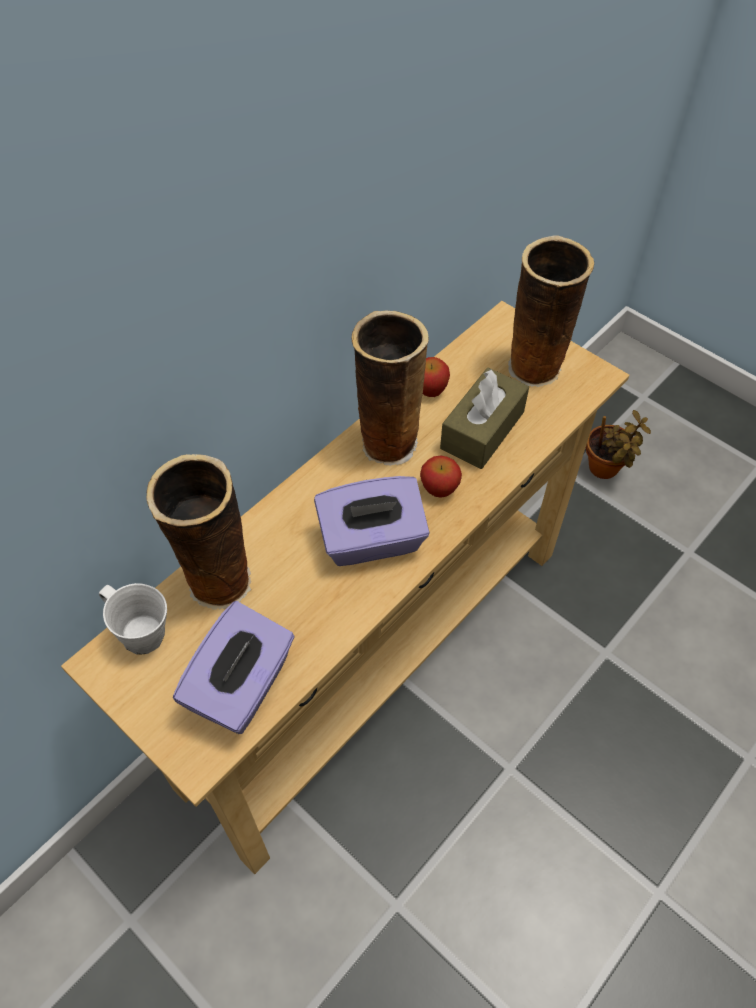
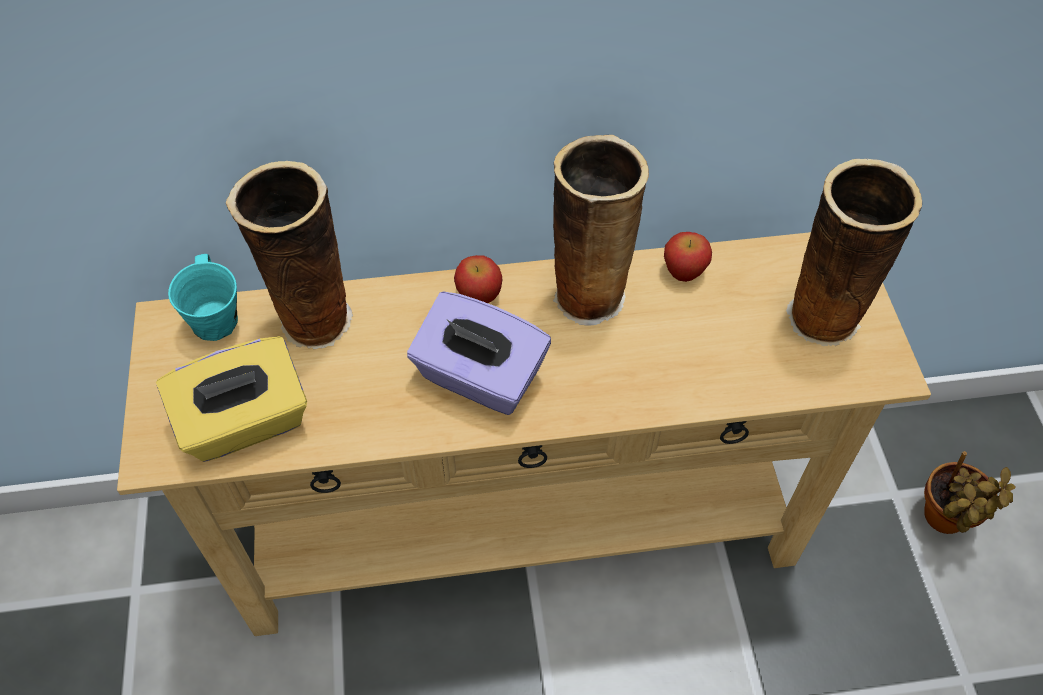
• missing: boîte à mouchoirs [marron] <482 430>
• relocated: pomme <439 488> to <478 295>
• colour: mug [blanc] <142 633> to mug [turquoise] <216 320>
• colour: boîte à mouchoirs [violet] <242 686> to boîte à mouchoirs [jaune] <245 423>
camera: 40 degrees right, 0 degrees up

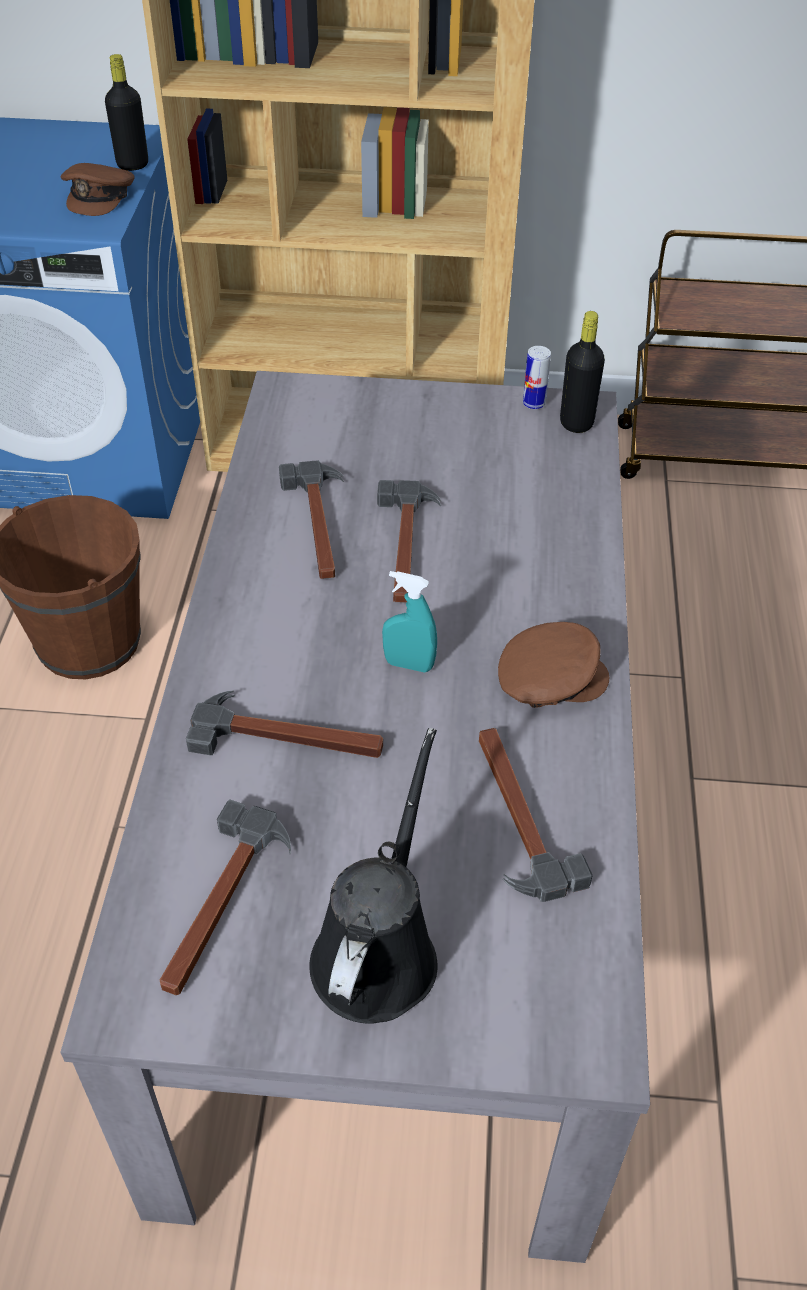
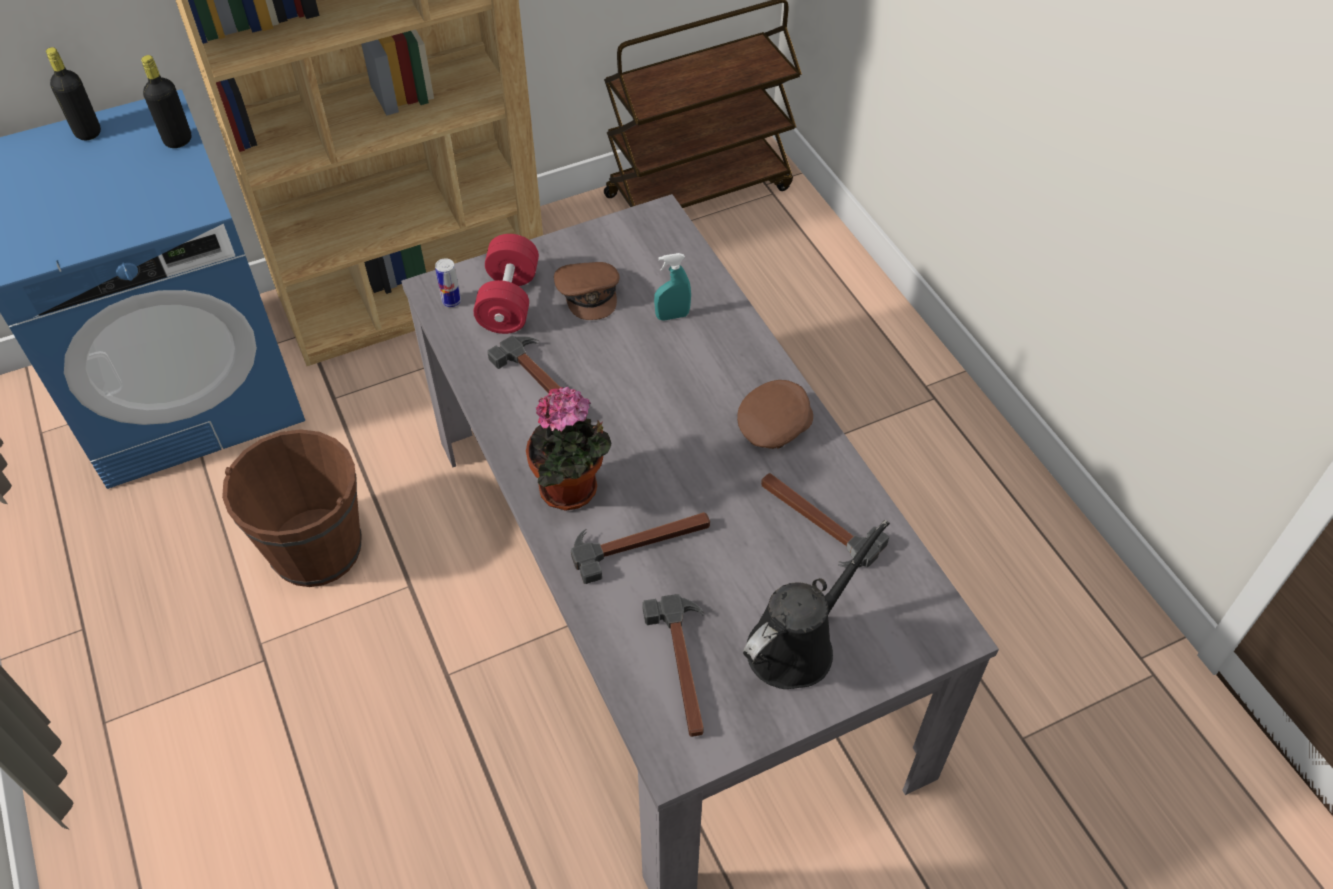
• missing: marteau <406 546>
• appeared: haltère [rouge] <509 301>
• appeared: plante en pot <573 491>
• relocated: casquette [marron] <100 196> to <589 293>
• relocated: vaporisateur [turquoise] <409 664> to <672 316>
• relocated: boîte métallique <534 403> to <451 301>
• relocated: bouteille [noir] <576 423> to <88 132>
• spun: arrosoir [noir] <378 950> = <797 645> 60 degrees clockwise
camera: 30 degrees left, 5 degrees up

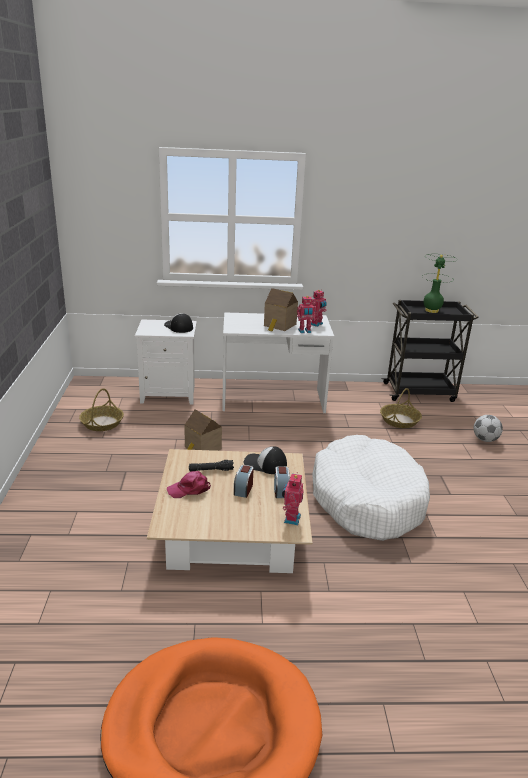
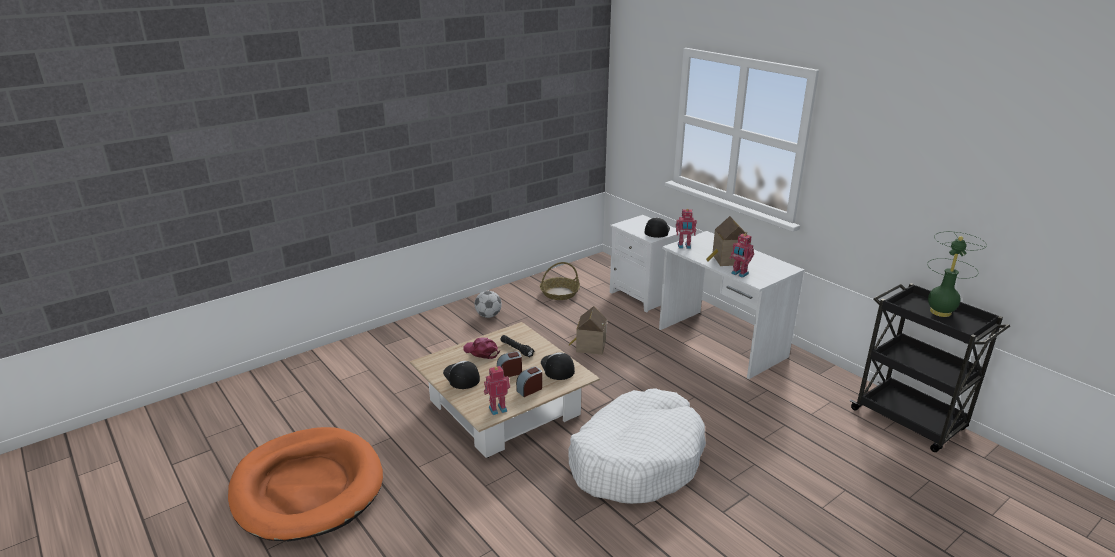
• missing: panier <399 420>
• appeared: casquette <461 377>
• relocated: robot jouet <316 324> to <684 246>
• relocated: ballon de foot <485 439> to <488 315>
camera: 55 degrees right, 0 degrees up

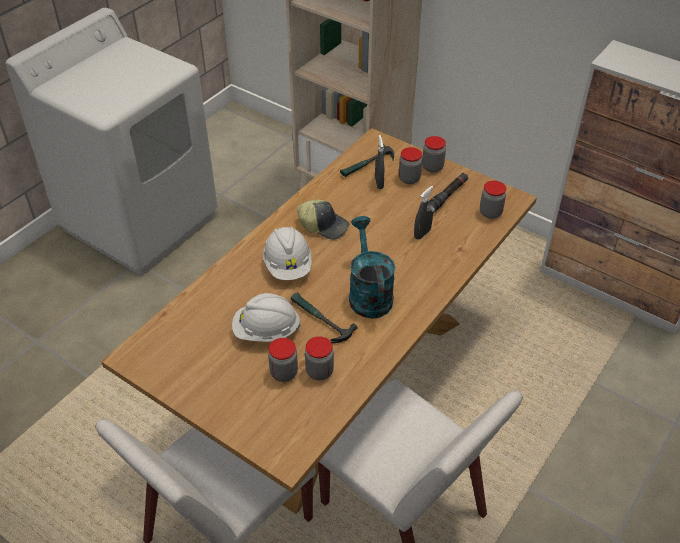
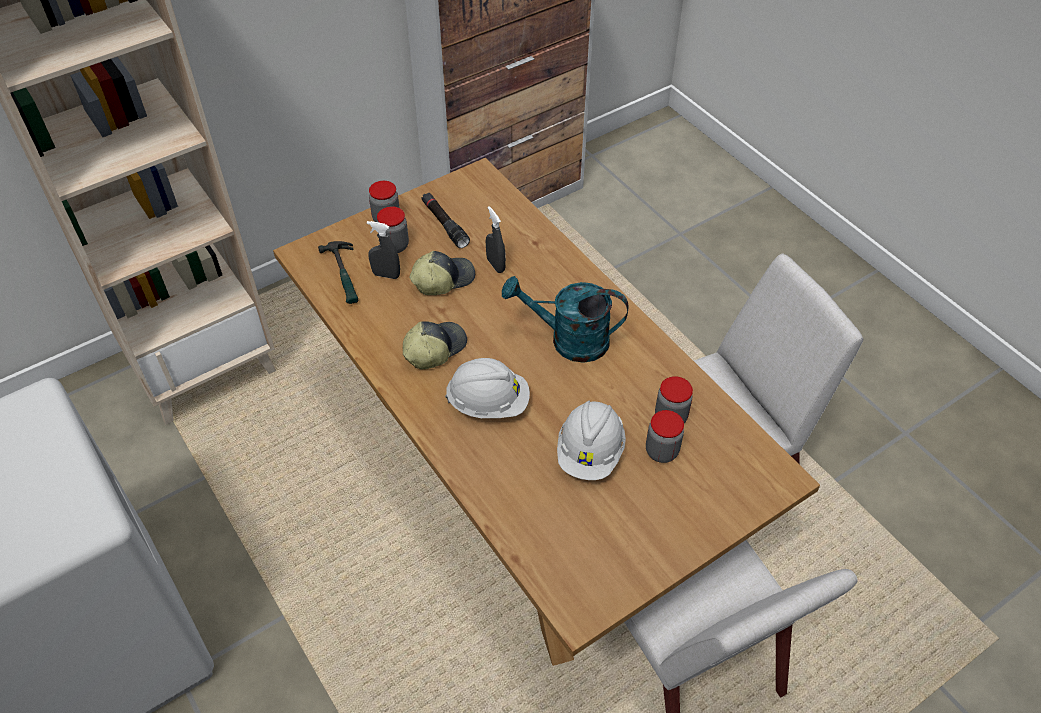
• missing: marteau <319 320>
• missing: bocal <490 213>
• appeared: casquette <442 279>
camera: 70 degrees left, 5 degrees up

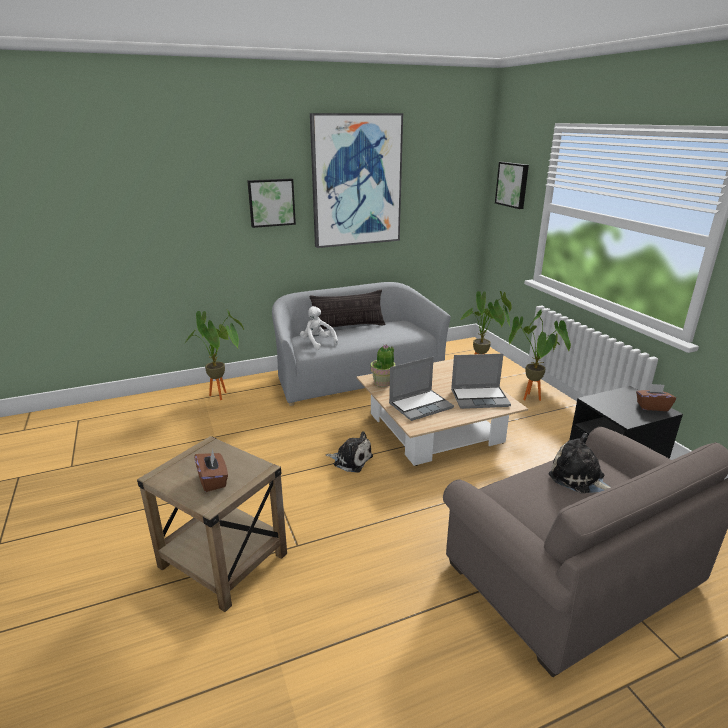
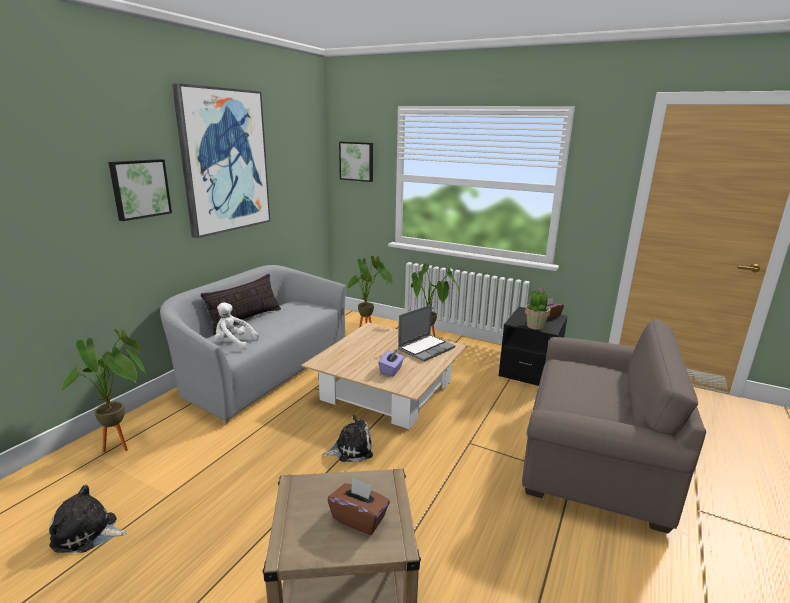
• relocated: plante en pot <383 382> to <535 326>
• relocated: peluche <579 478> to <88 533>
• exchanged: ordinateur portable <421 405> to boîte à mouchoirs [violet] <391 370>
camera: 40 degrees left, 5 degrees down

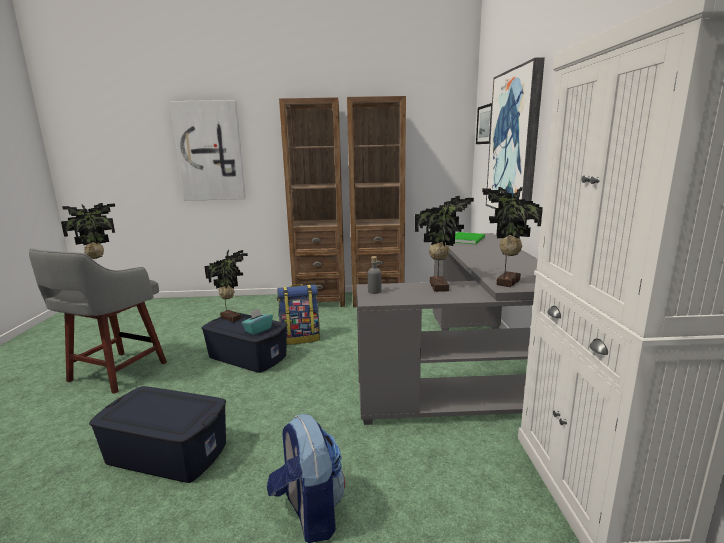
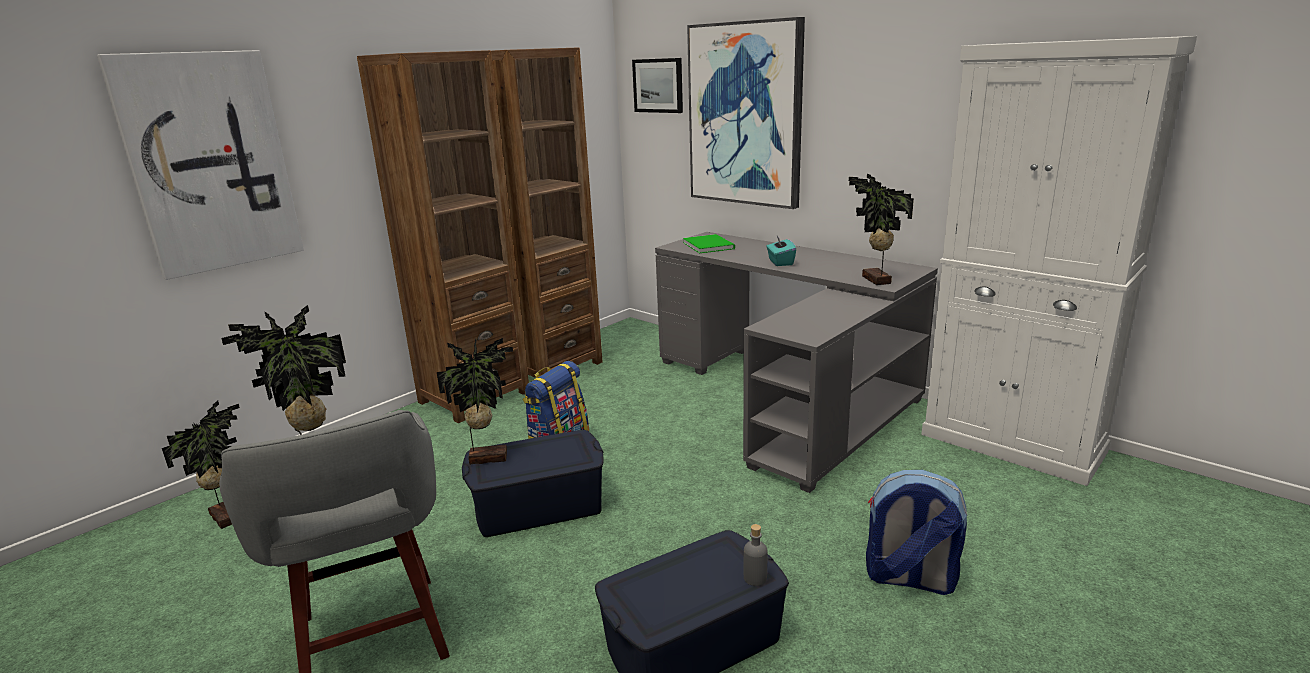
• relocated: boîte à mouchoirs [turquoise] <258 330> to <780 262>
• relocated: bouteille [gris] <374 291> to <755 578>
• relocated: plante en pot <440 287> to <227 516>
camera: 45 degrees left, 5 degrees up

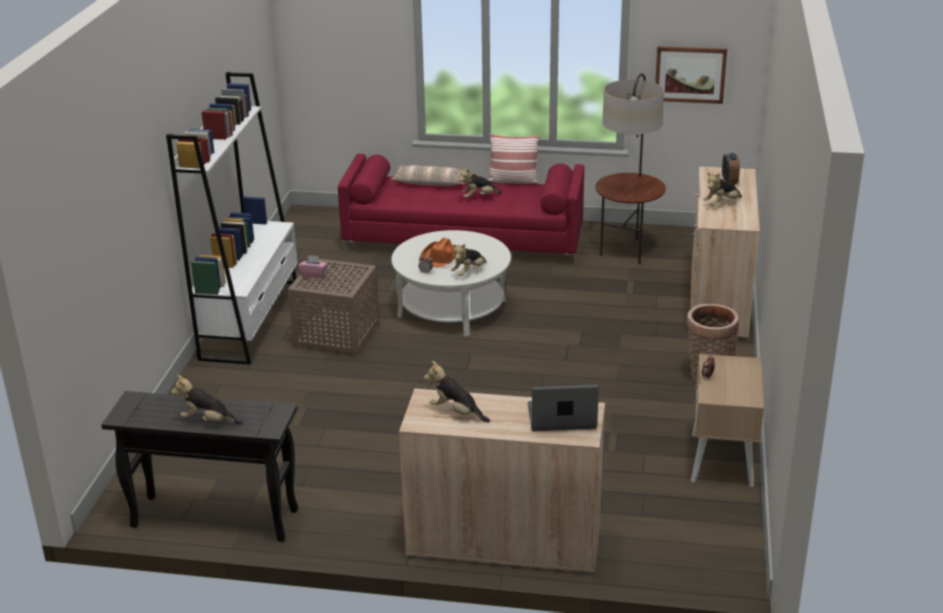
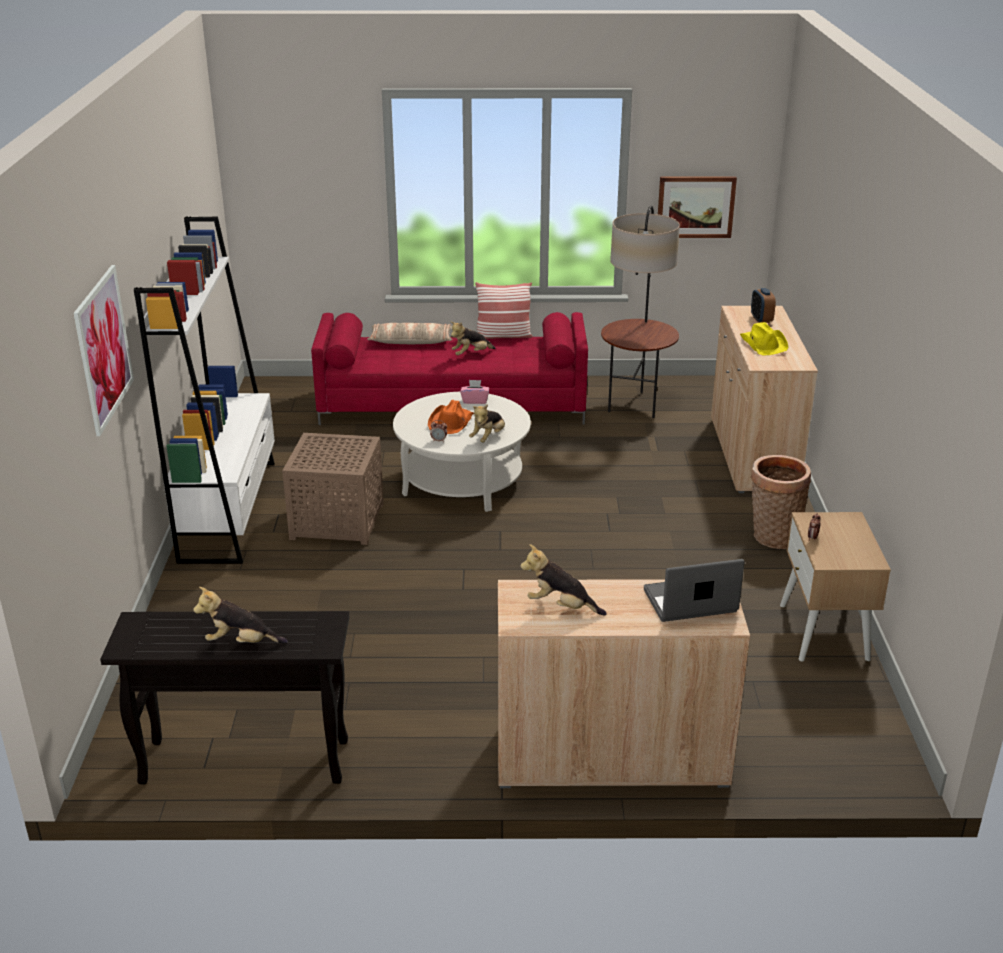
• appeared: tableau <103 348>
• relocated: boîte à mouchoirs [rose] <314 274> to <475 400>
• exchanged: peluche <721 204> to chapeau [jaune] <764 344>
camera: 10 degrees left, 0 degrees up

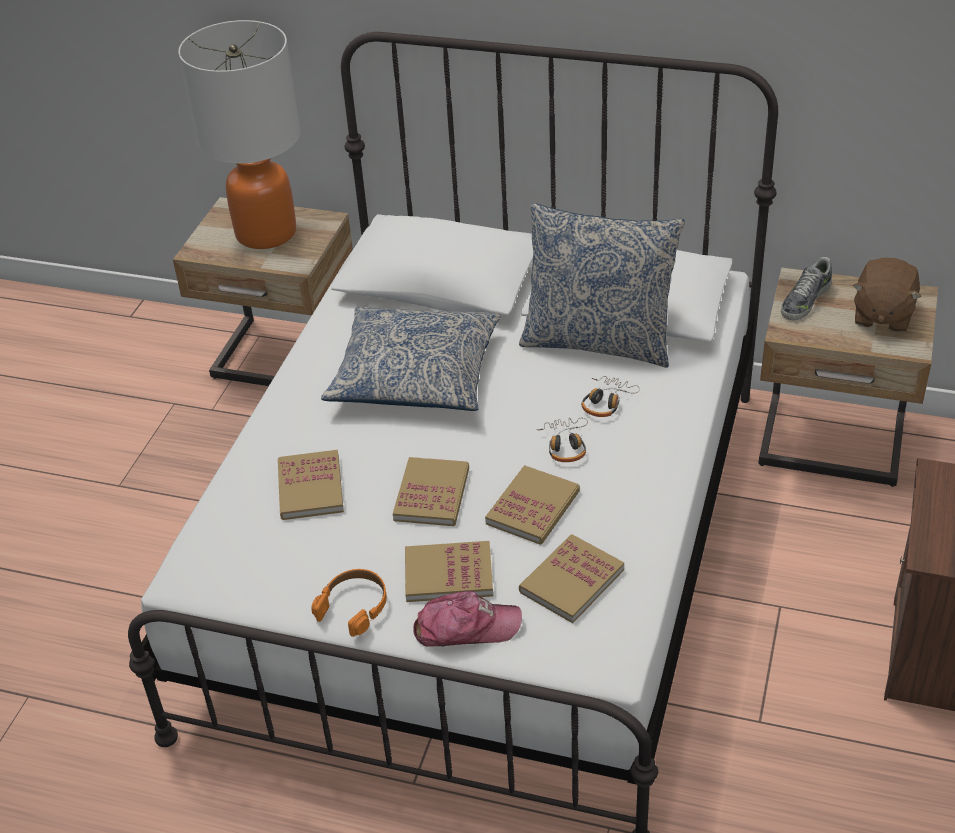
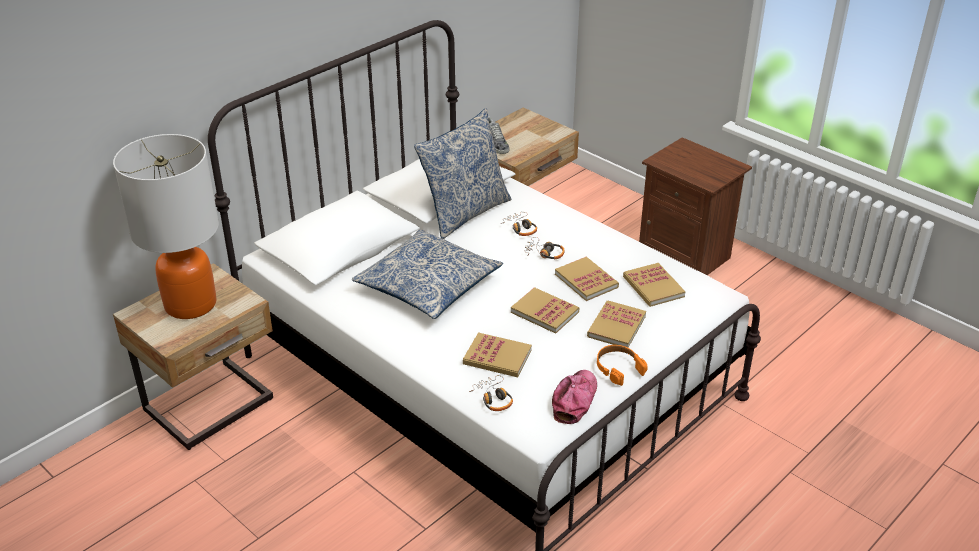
• missing: peluche [marron] <882 315>
• appeared: casque audio <493 398>
• relocated: casquette <466 627> to <574 400>
camera: 65 degrees left, 5 degrees down

